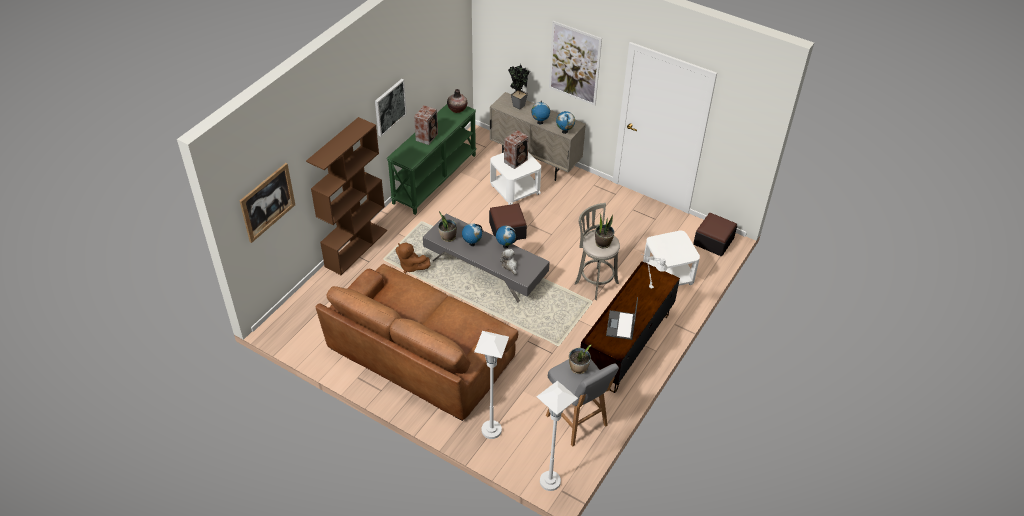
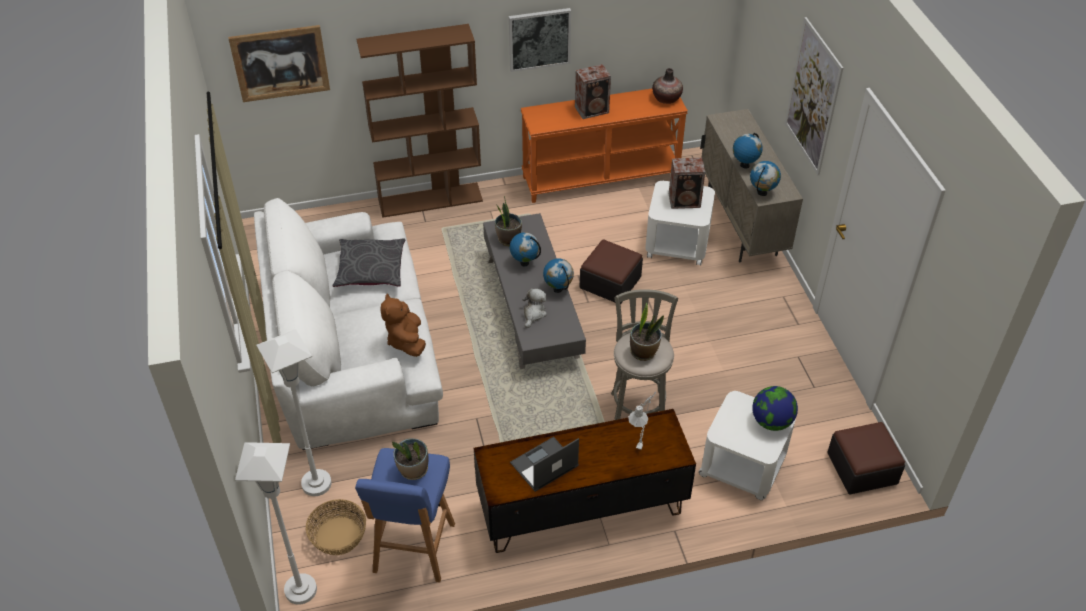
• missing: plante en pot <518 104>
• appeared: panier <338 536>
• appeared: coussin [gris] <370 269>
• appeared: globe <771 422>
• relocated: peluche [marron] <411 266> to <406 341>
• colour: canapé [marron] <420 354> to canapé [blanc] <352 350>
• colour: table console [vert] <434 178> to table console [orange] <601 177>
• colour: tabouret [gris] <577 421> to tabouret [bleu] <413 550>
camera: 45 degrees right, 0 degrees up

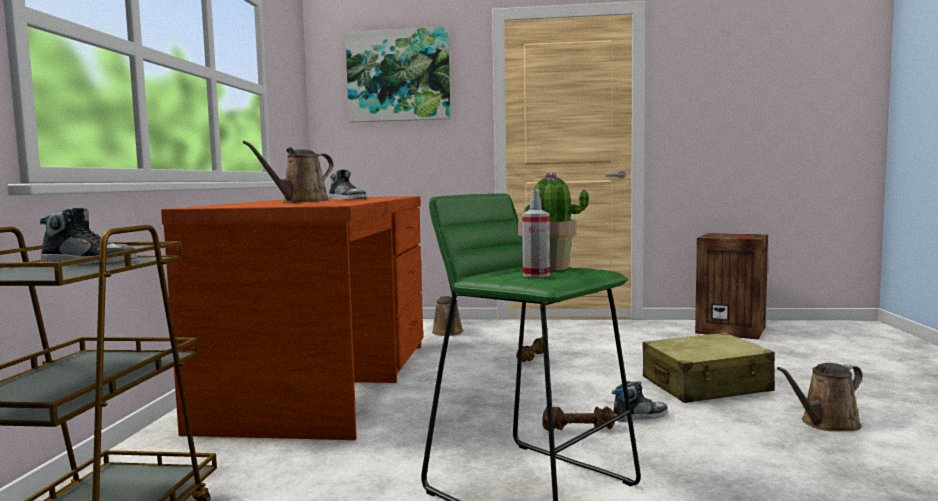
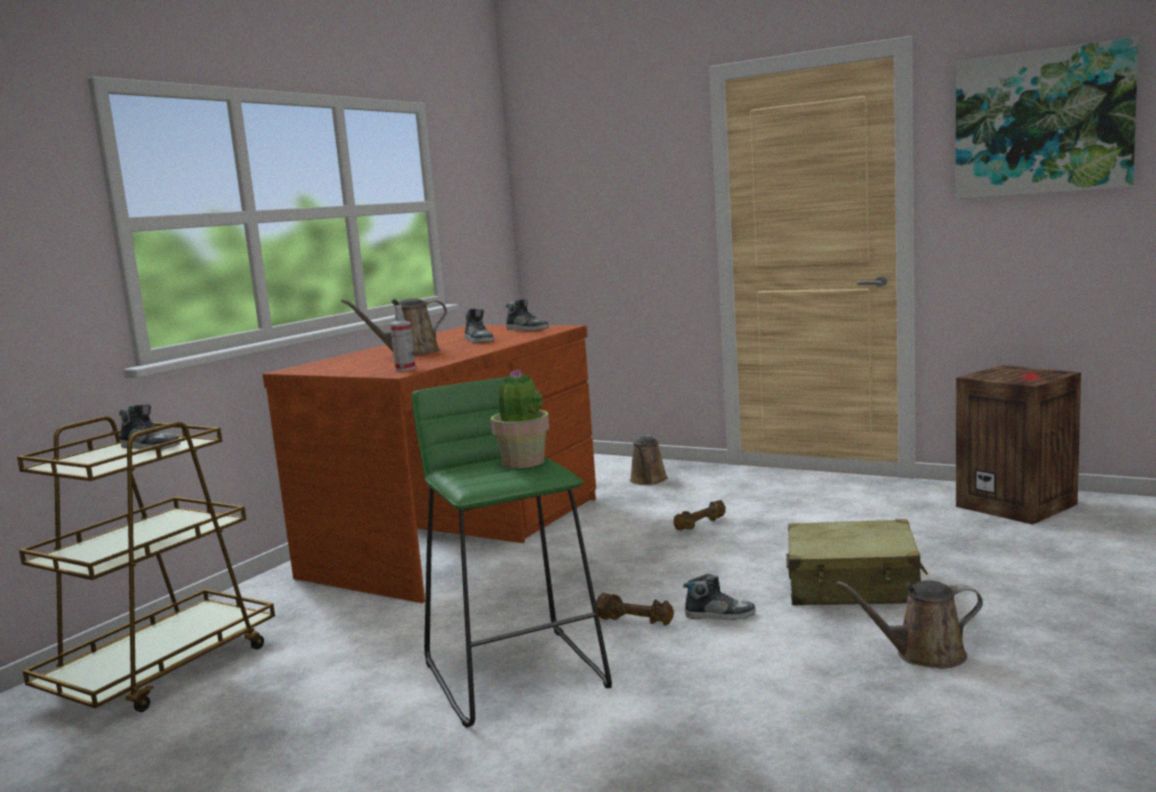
• appeared: chaussure <527 329>
• relocated: tableau <398 76> to <1042 122>
• relocated: vaporisateur <536 275> to <405 369>
camera: 25 degrees right, 5 degrees up

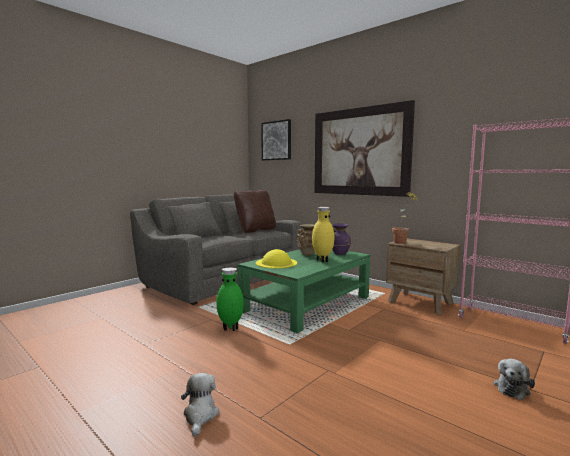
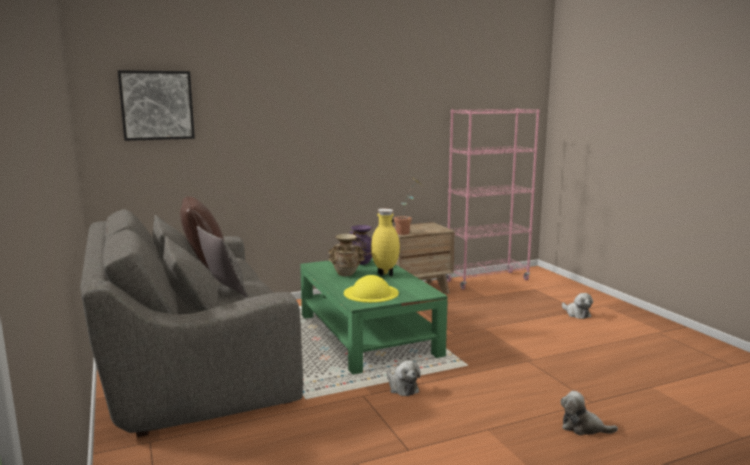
• missing: tableau <359 152>
• appeared: coussin <224 290>
• exchanged: vase [vert] <230 328> to peluche <402 387>
camera: 65 degrees left, 5 degrees up

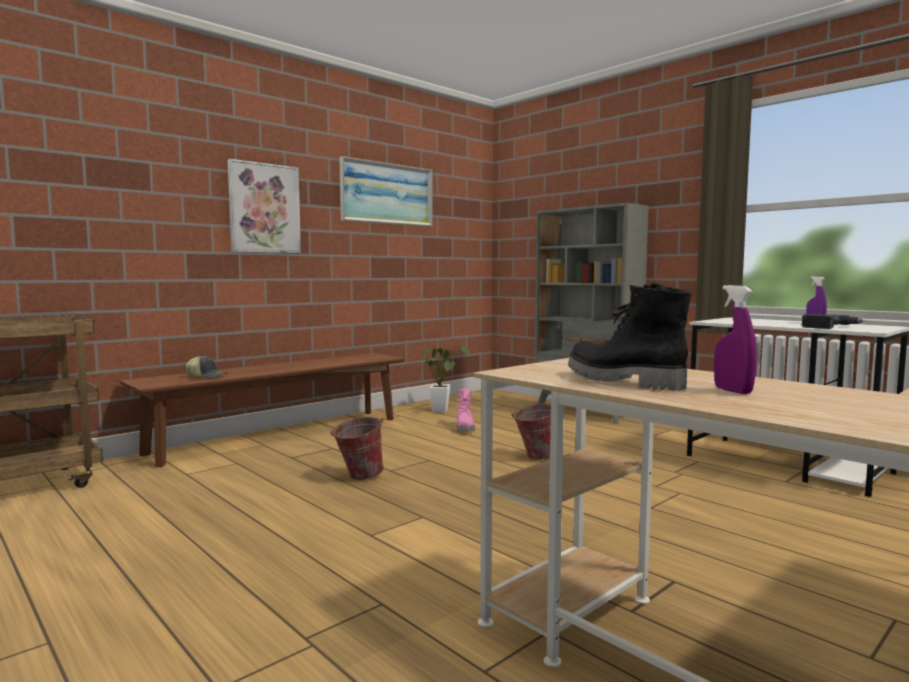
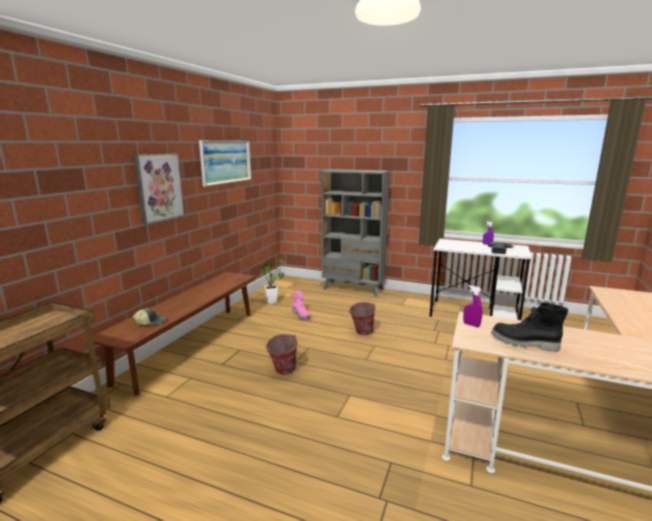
• relocated: vaporisateur [violet] <733 391> to <471 325>
camera: 25 degrees left, 10 degrees up

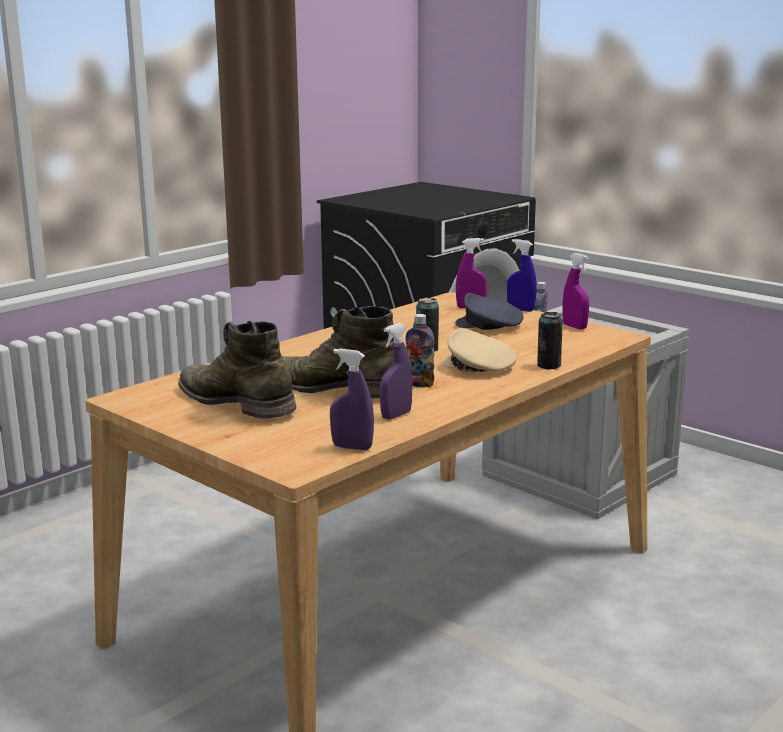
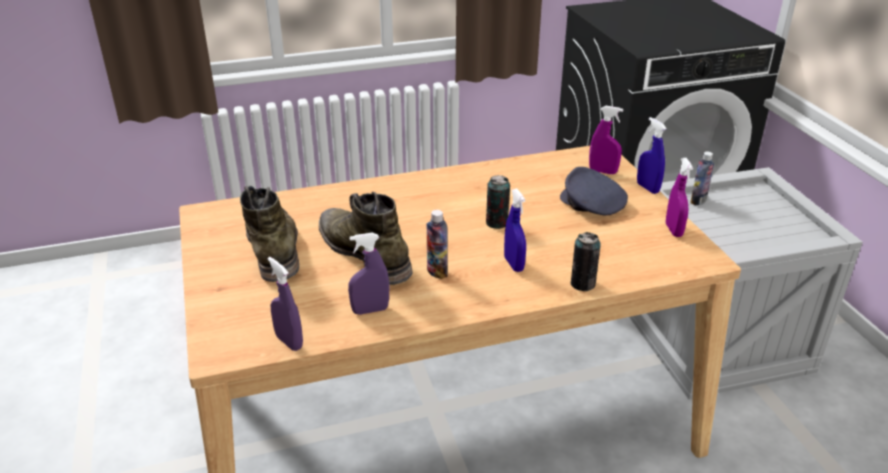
• exchanged: casquette [beige] <478 367> to vaporisateur [bleu] <514 264>
camera: 30 degrees right, 15 degrees up

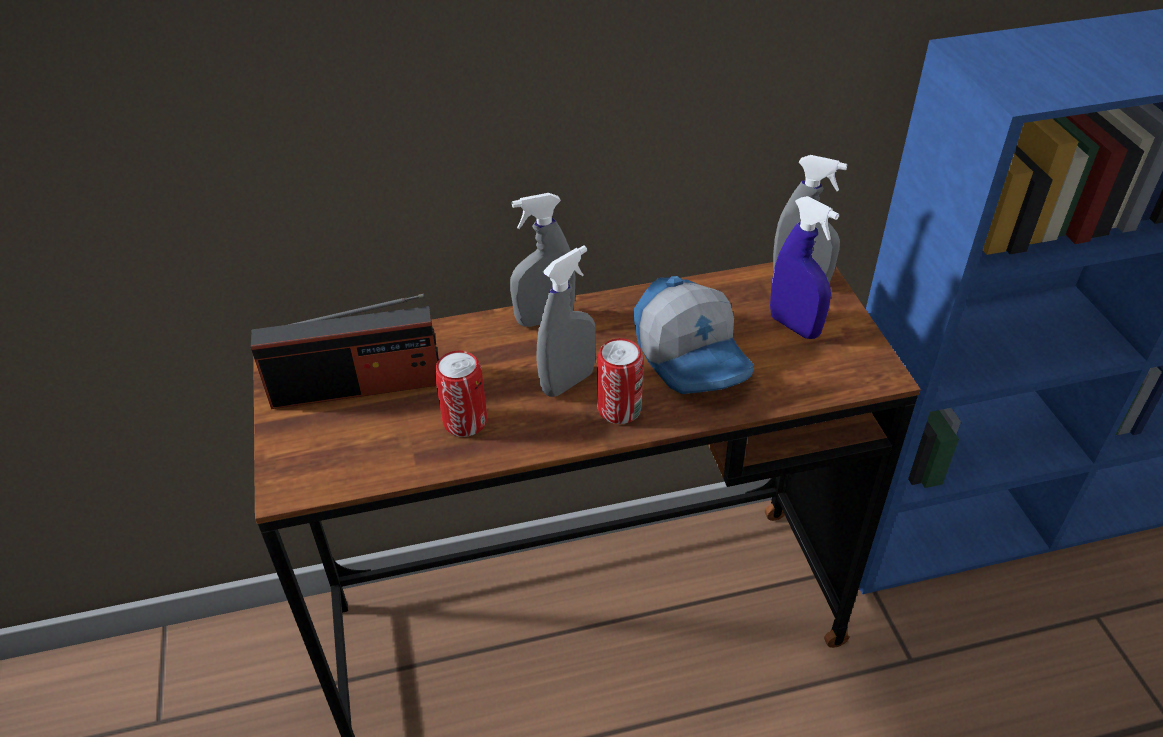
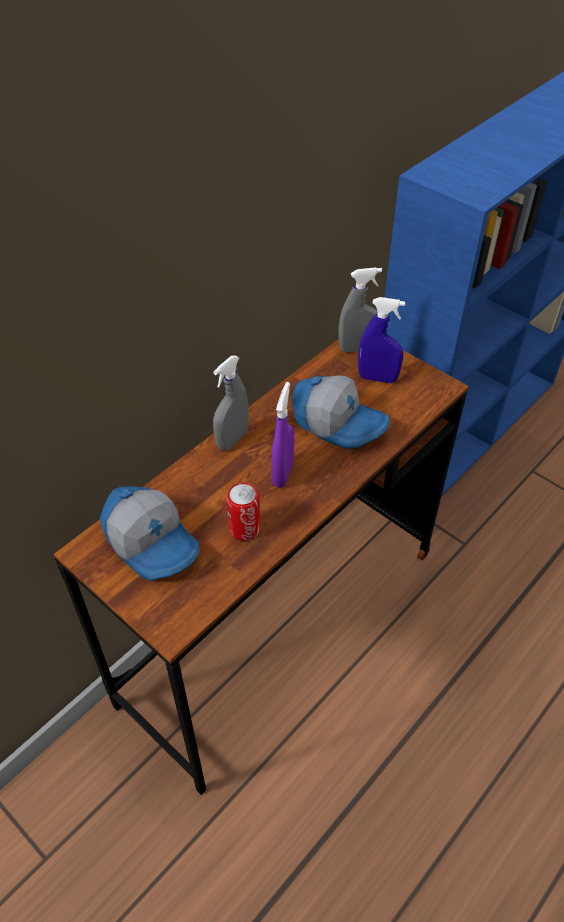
• missing: boîte métallique <619 409>
• exchanged: radio <357 386> to casquette <153 542>
• colour: vaporisateur [gris] <568 382> to vaporisateur [violet] <283 473>
camera: 35 degrees left, 5 degrees up

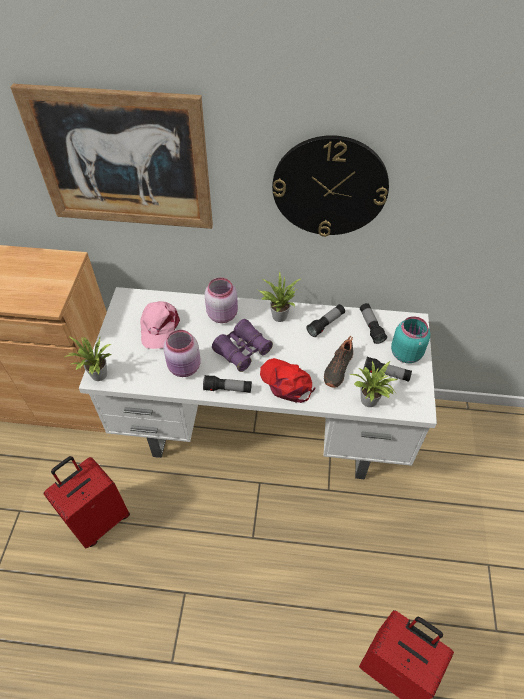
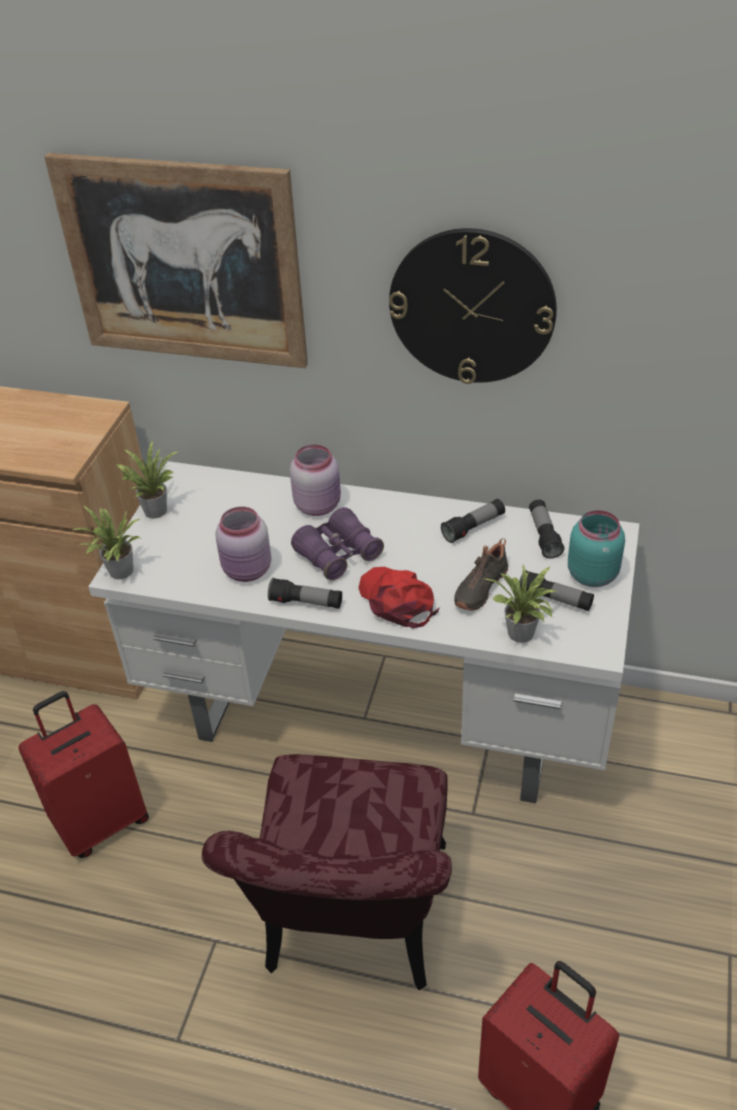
• missing: casquette [rose] <159 327>
• appeared: chaise [rouge] <353 927>
• relocated: plante en pot <278 315> to <154 509>
camera: 10 degrees right, 10 degrees down

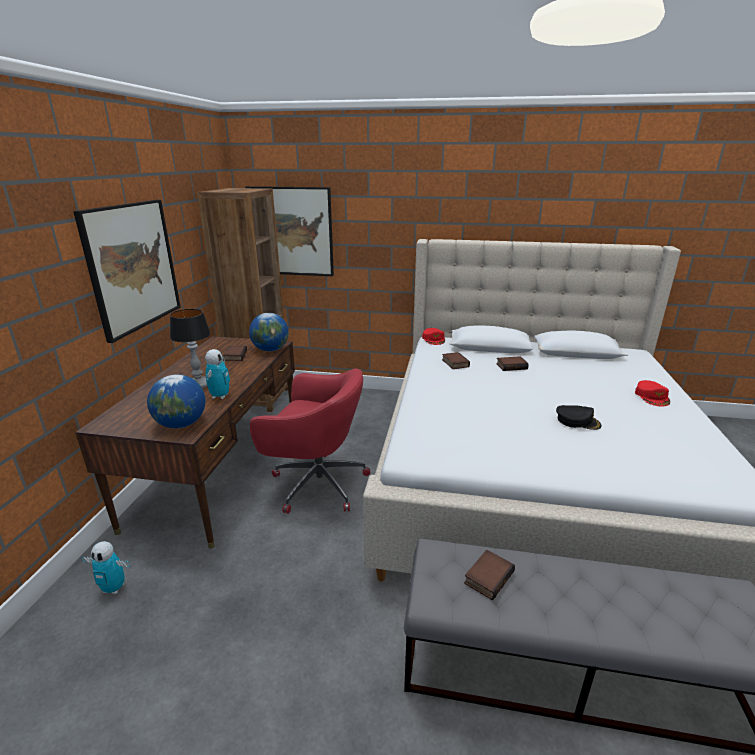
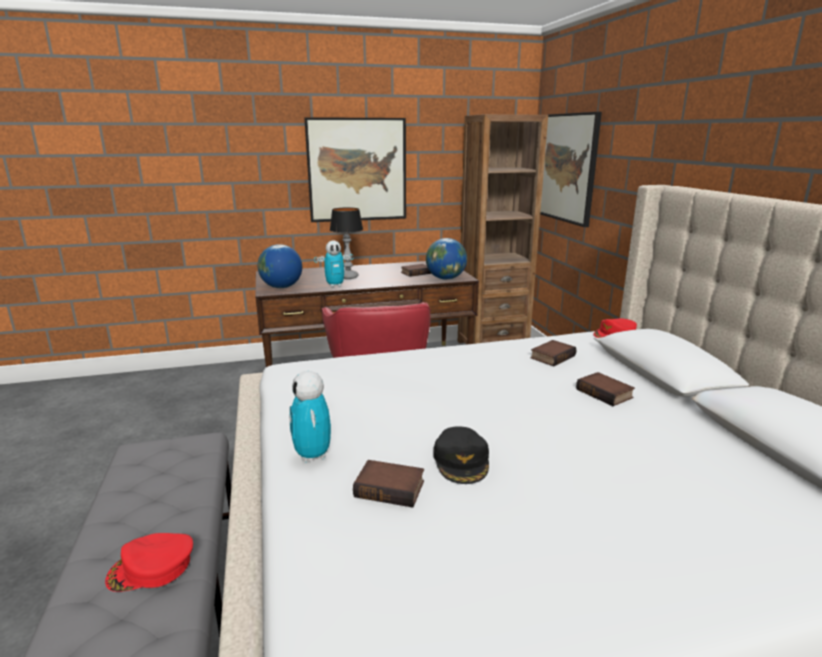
• relocated: robot jouet <114 588> to <312 456>
• relocated: livre <488 576> to <391 488>
• relocated: casquette [rouge] <652 397> to <151 568>
camera: 65 degrees right, 5 degrees down

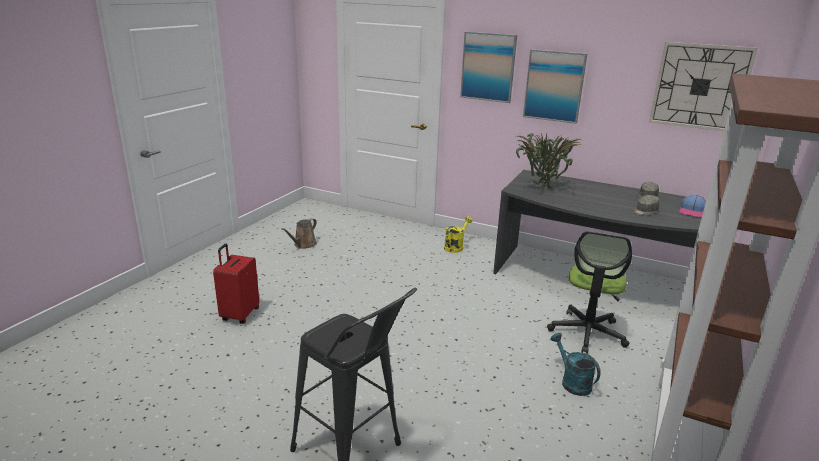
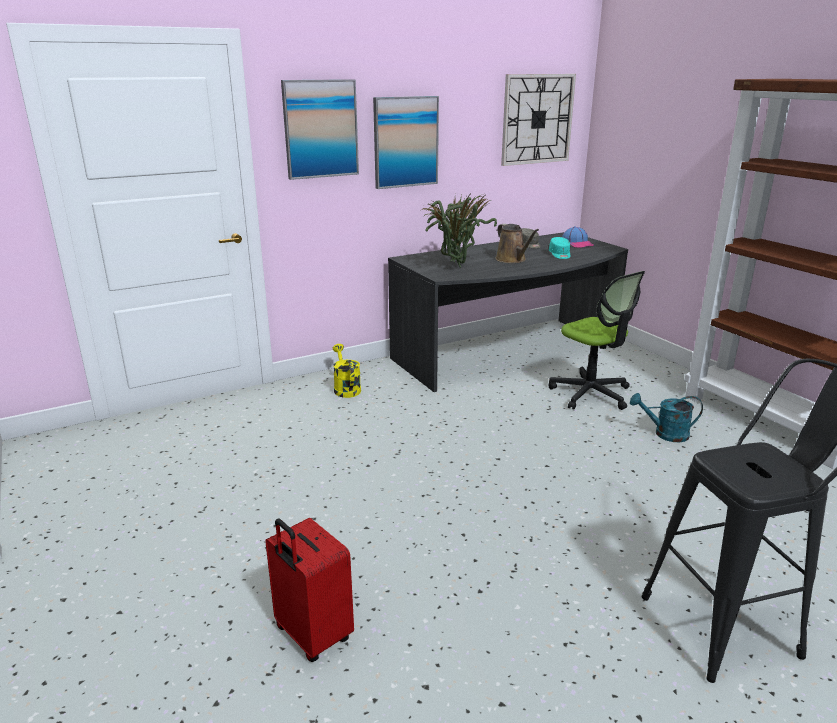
• relocated: arrosoir [marron] <303 245> to <512 260>
• colour: casquette [gris] <645 211> to casquette [turquoise] <560 255>
camera: 55 degrees left, 0 degrees up

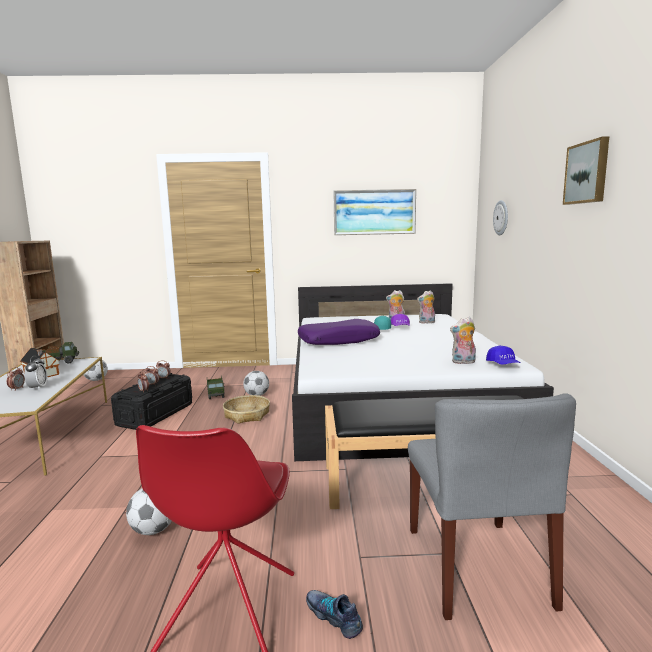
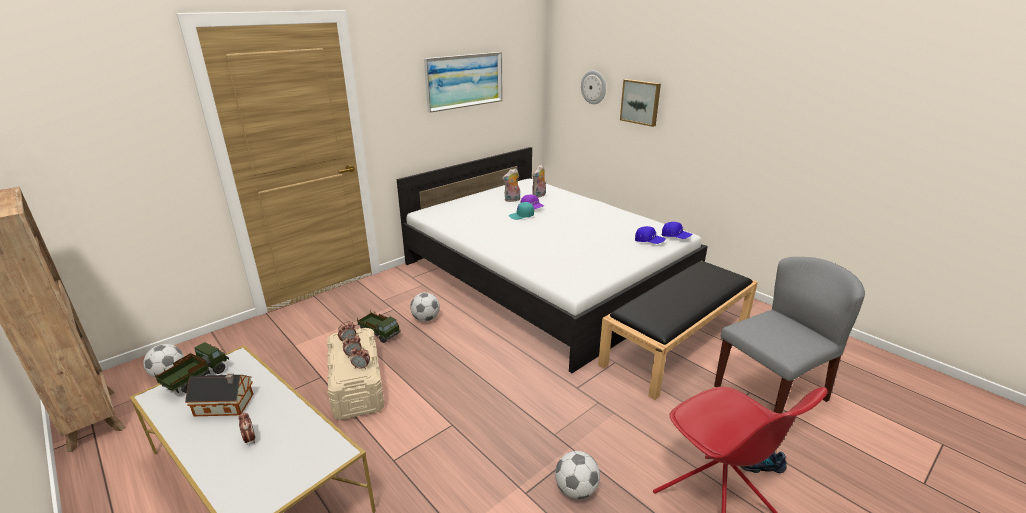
• missing: réveil <38 388>
• missing: panier <247 415>
• missing: coussin [violet] <338 340>
• relocated: tableau <587 173> to <640 102>
• exchanged: peluche <463 362> to casquette [bleu] <649 242>
• colour: boîte de rangement [noir] <155 414> to boîte de rangement [beige] <357 385>
• spun: chaise [gris] <477 566> = <770 392> 75 degrees counterclockwise
camera: 40 degrees left, 15 degrees up

